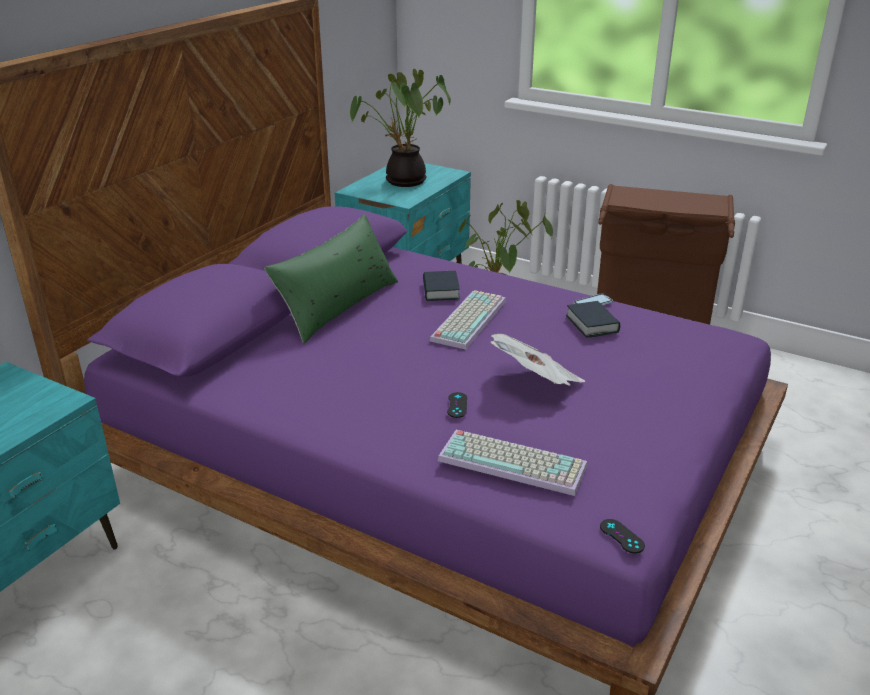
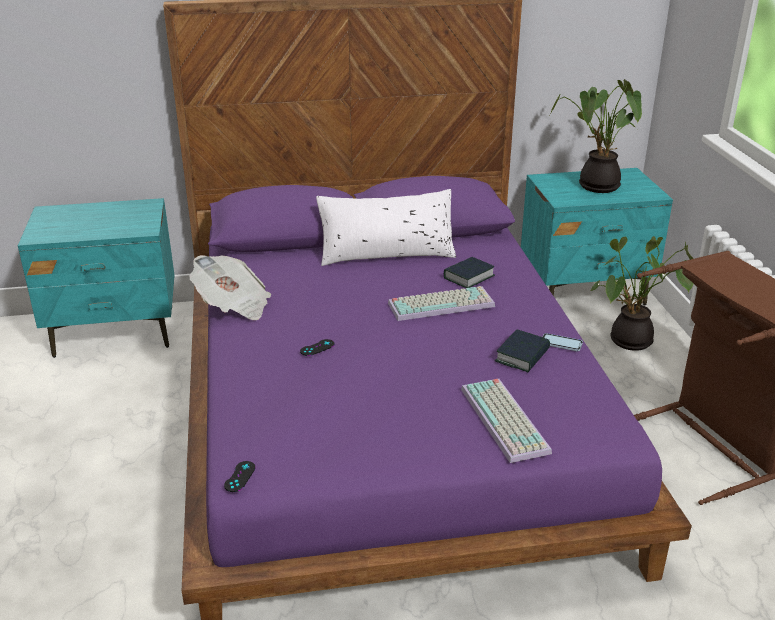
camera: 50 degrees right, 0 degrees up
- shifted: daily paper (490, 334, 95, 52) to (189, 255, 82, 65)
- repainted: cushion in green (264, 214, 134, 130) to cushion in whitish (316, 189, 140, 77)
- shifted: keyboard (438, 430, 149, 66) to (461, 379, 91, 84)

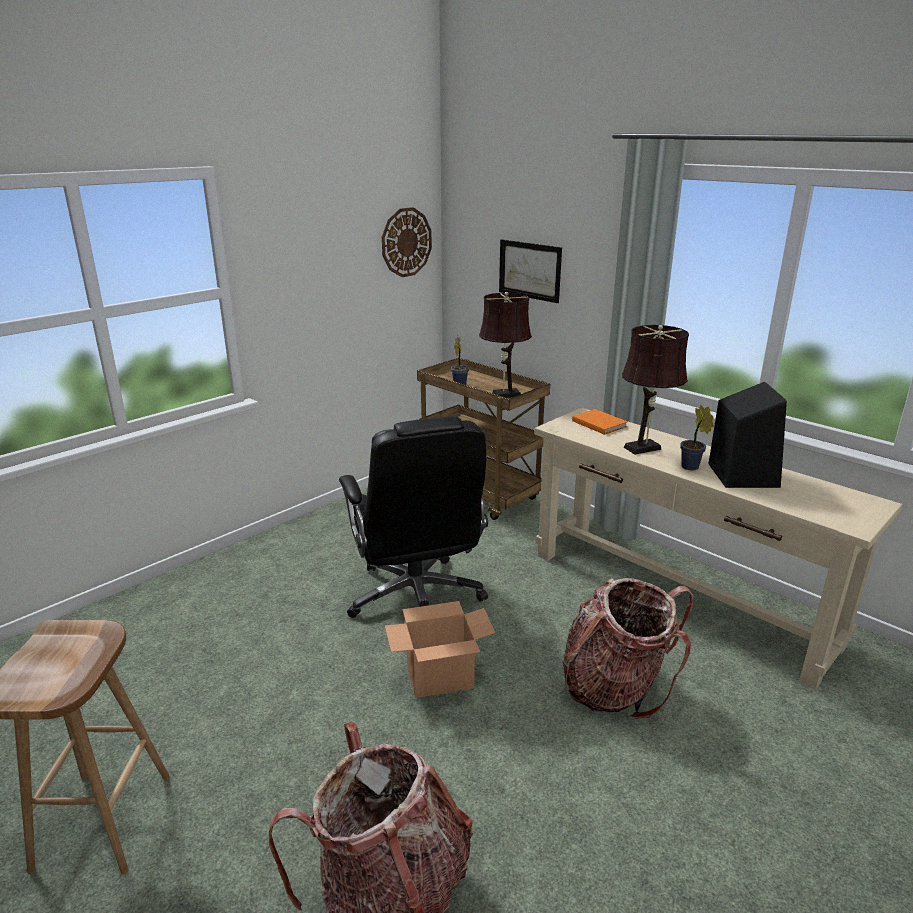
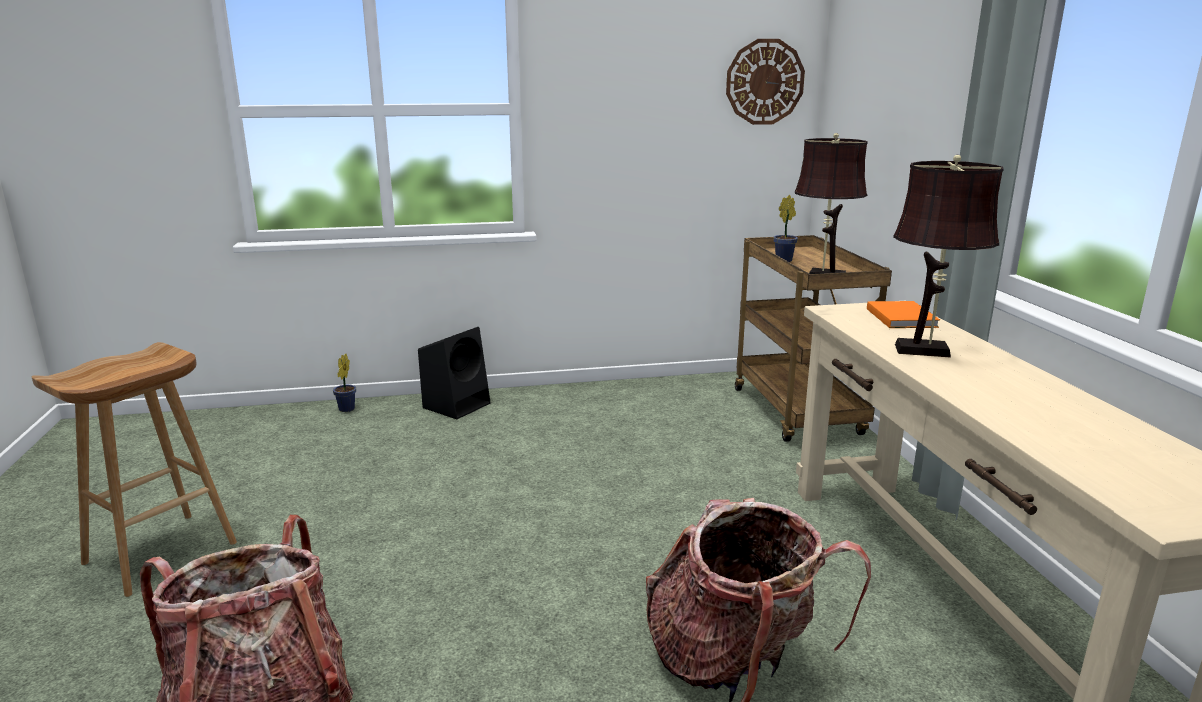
camera: 35 degrees right, 5 degrees down
- shifted: plant in a pot (680, 406, 34, 64) to (333, 354, 23, 58)
- shifted: speaker in black (708, 382, 79, 106) to (418, 327, 73, 92)
- gone: desk chair in black (339, 416, 149, 202)
- gone: carton (385, 601, 110, 97)
- gone: picture (499, 239, 63, 64)

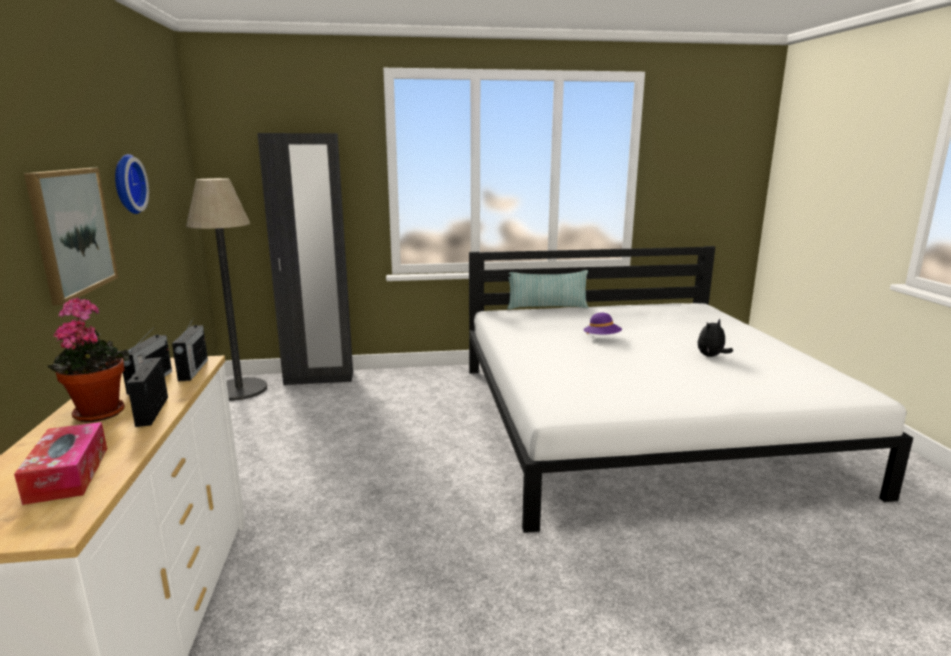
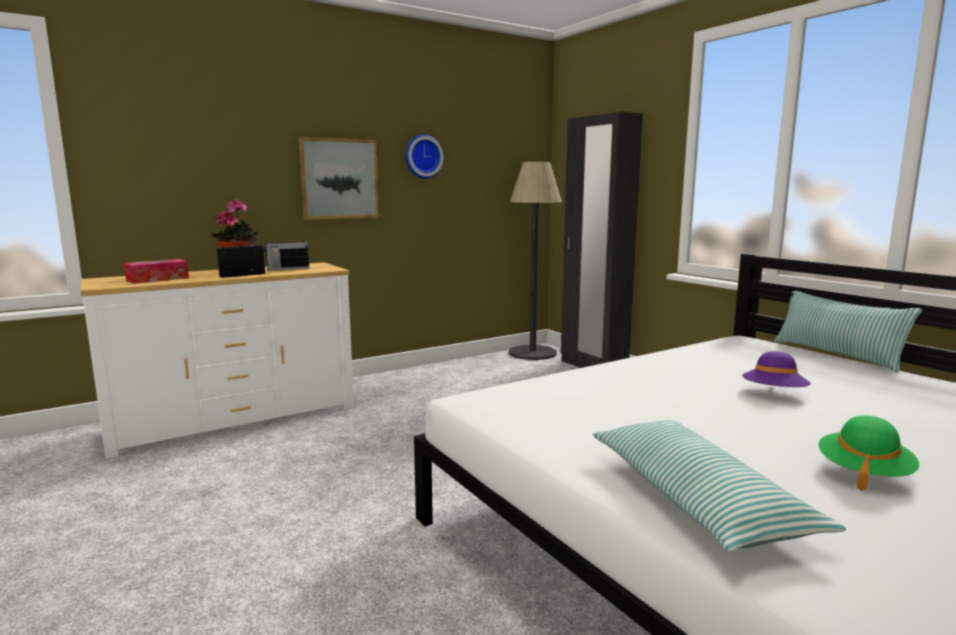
camera: 65 degrees right, 5 degrees down
- new: cushion (593, 420, 253, 132)
- swapped: cuddly toy (698, 319, 35, 38) to wearable hat in green (818, 415, 101, 76)
- gone: radio set (172, 317, 36, 64)

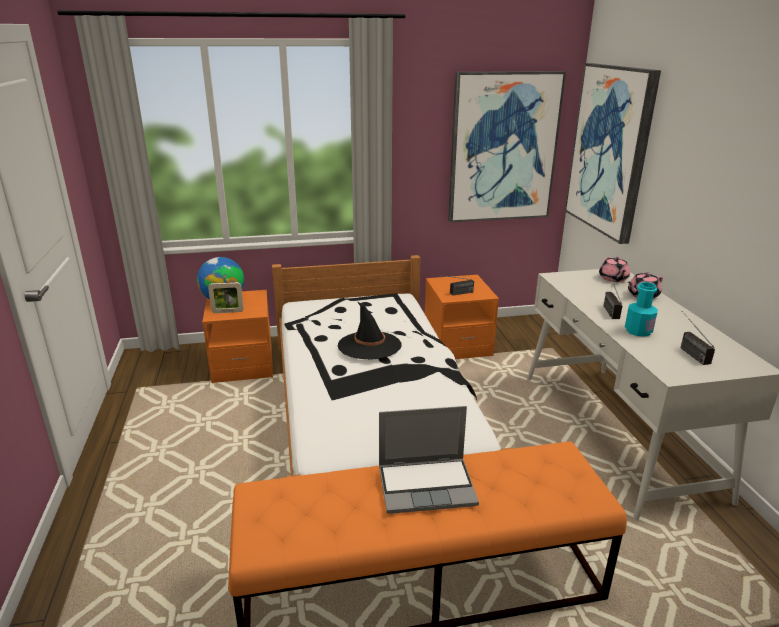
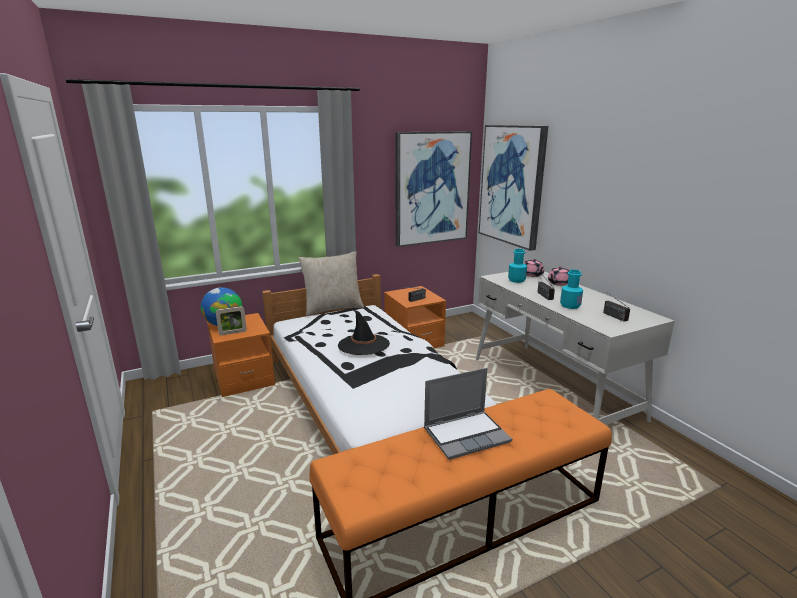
camera: 15 degrees left, 5 degrees down
- new: cushion in beige-coloured (299, 252, 65, 64)
- new: beverage bottle in turquoise-coloured (508, 249, 19, 34)

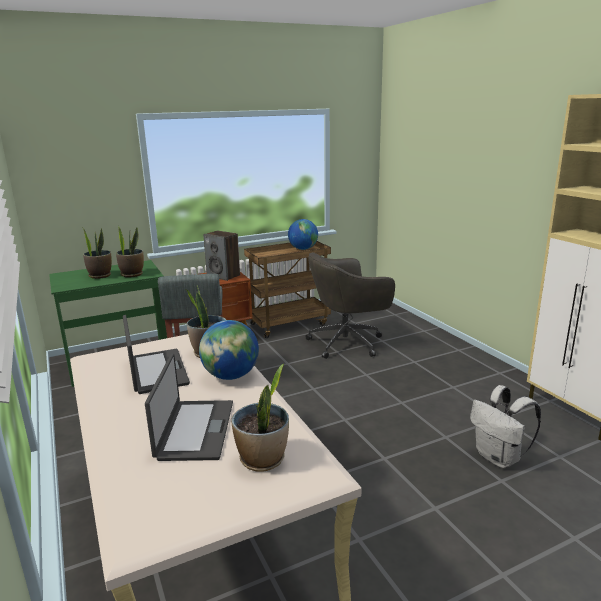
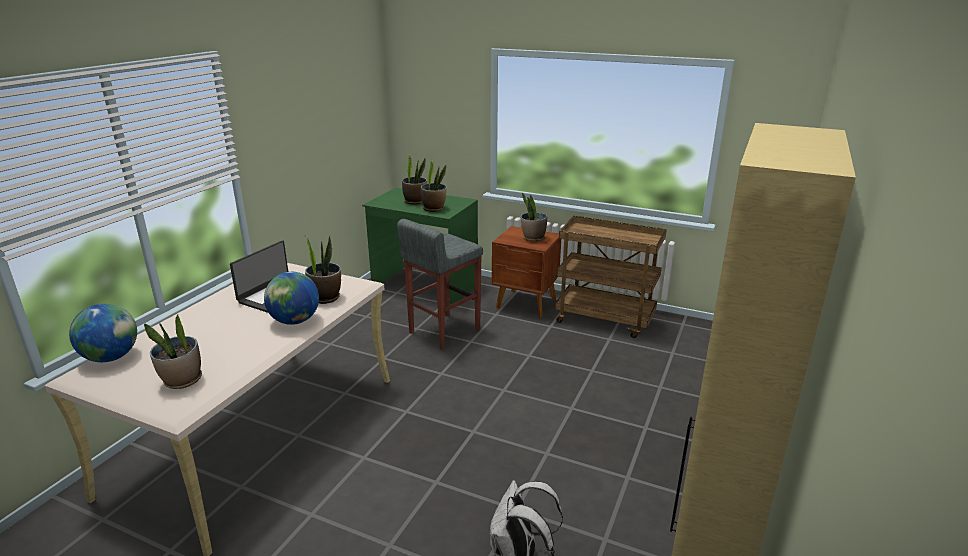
camera: 50 degrees right, 5 degrees up
- shifted: world globe (288, 219, 30, 31) to (69, 303, 68, 59)
- swapped: speaker (203, 231, 37, 50) to plant in a pot (521, 193, 26, 49)
- gone: laptop (145, 353, 88, 108)
- gone: desk chair in greyish (305, 252, 90, 107)

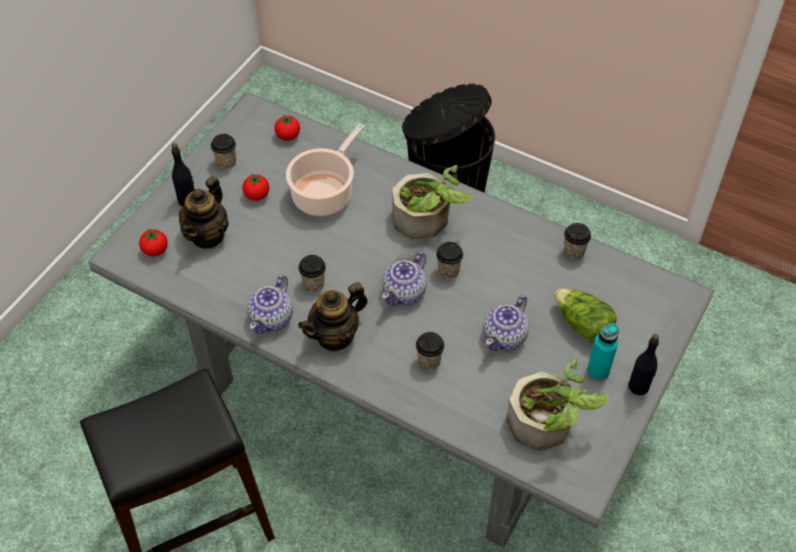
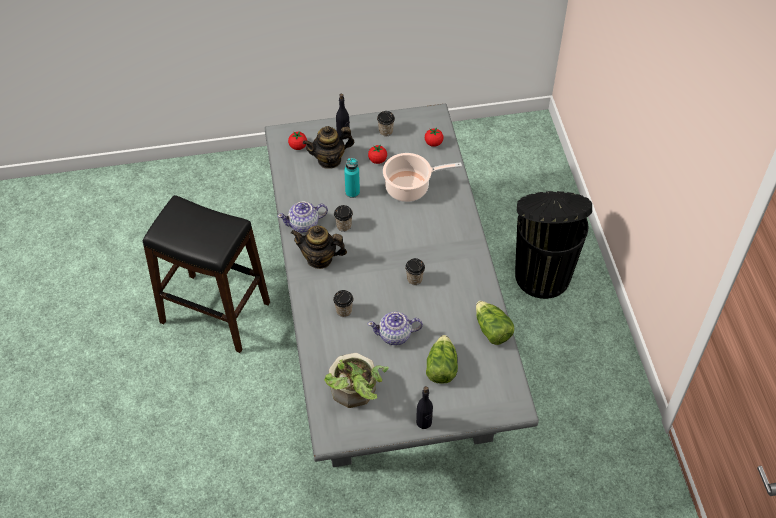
camera: 50 degrees right, 0 degrees up
- shifted: beverage bottle in turquoise-coloured (587, 323, 32, 58) to (344, 158, 16, 40)
- swapped: small cup (564, 223, 27, 37) to lettuce head (476, 301, 38, 44)
- gone: teapot (382, 252, 45, 54)
- gone: plant in a pot (392, 165, 81, 74)

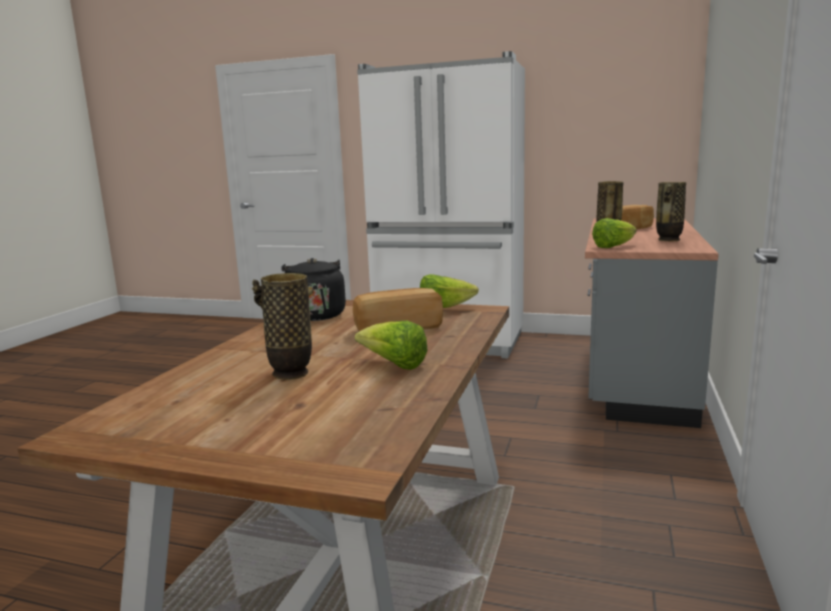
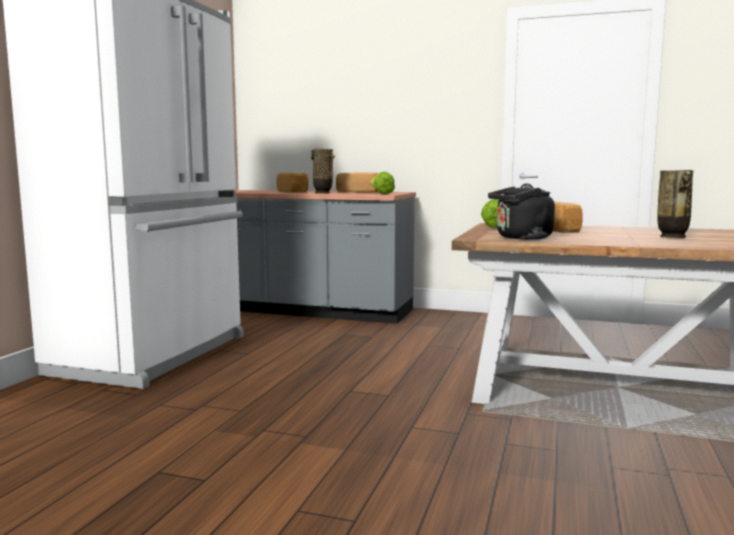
camera: 90 degrees left, 5 degrees down
- swapped: vase (656, 182, 30, 59) to bakery bread (336, 173, 43, 19)
- gone: lettuce head (355, 321, 73, 49)

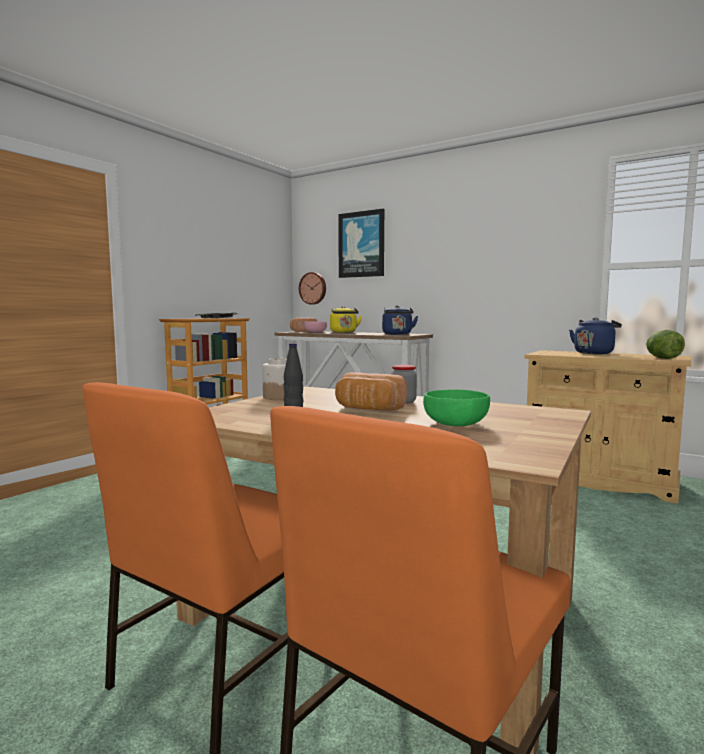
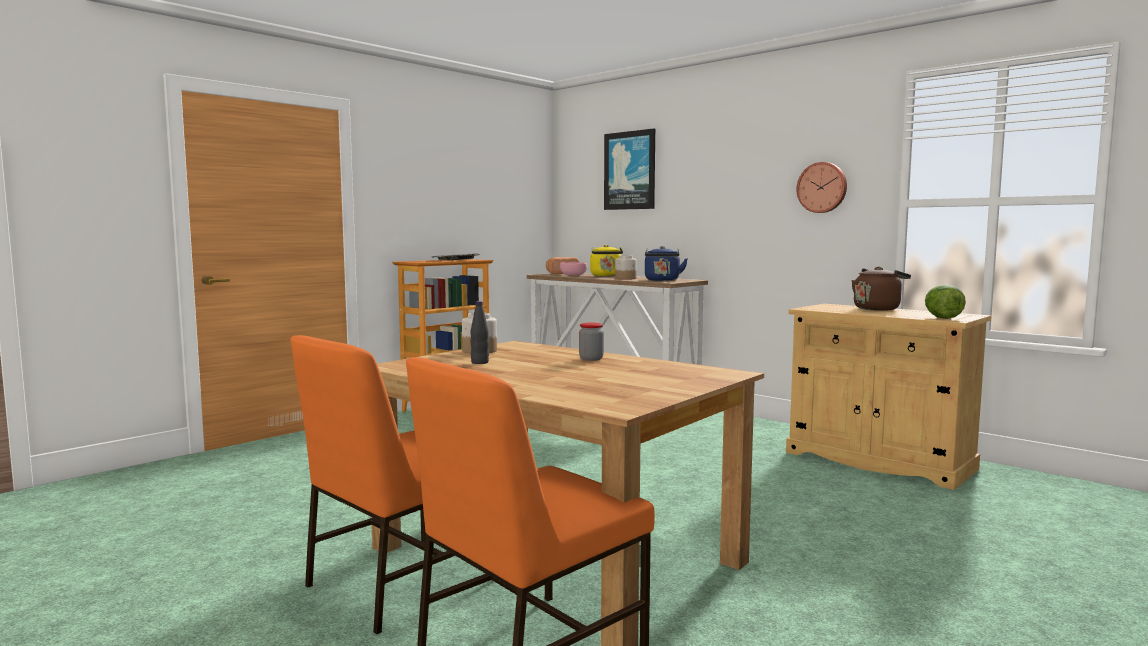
camera: 10 degrees right, 0 degrees up
- new: jar (615, 256, 22, 24)
- shifted: hanging clock (299, 272, 27, 33) to (796, 162, 51, 51)
- repainted: kettle in blue-coloured (569, 317, 53, 37) to kettle in brown (851, 267, 60, 44)
- gone: bakery bread (335, 372, 72, 39)
- gone: bowl in green (423, 389, 67, 37)

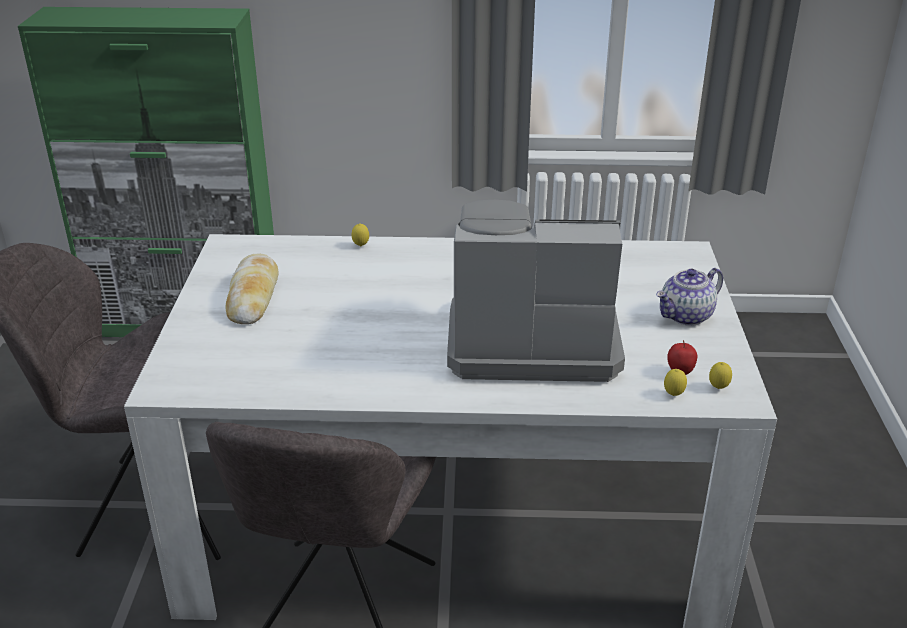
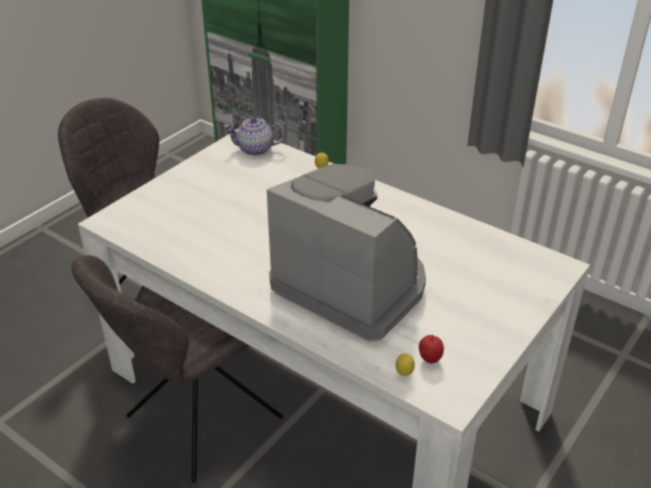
camera: 35 degrees right, 5 degrees up
- shifted: teapot (656, 268, 67, 58) to (223, 117, 62, 39)
- gone: bakery bread (226, 254, 53, 70)
- gone: lemon (709, 362, 23, 27)

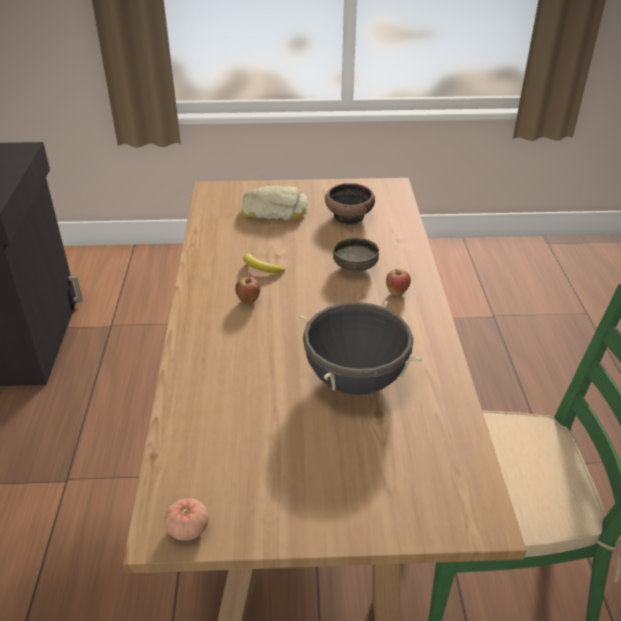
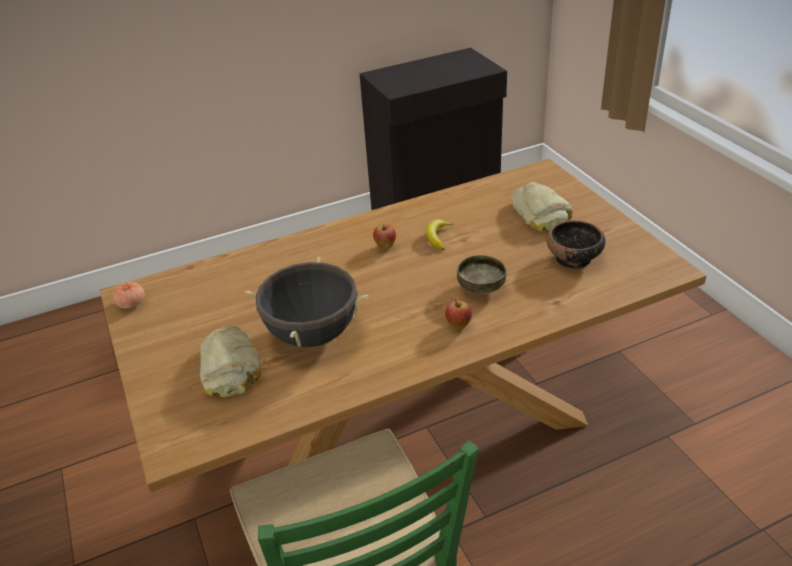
camera: 70 degrees right, 0 degrees up
- new: bakery bread (200, 325, 61, 72)

